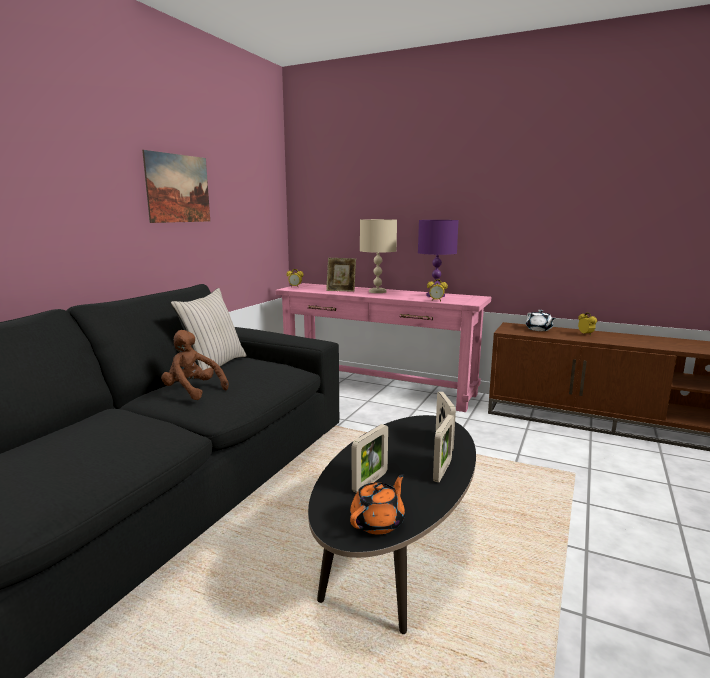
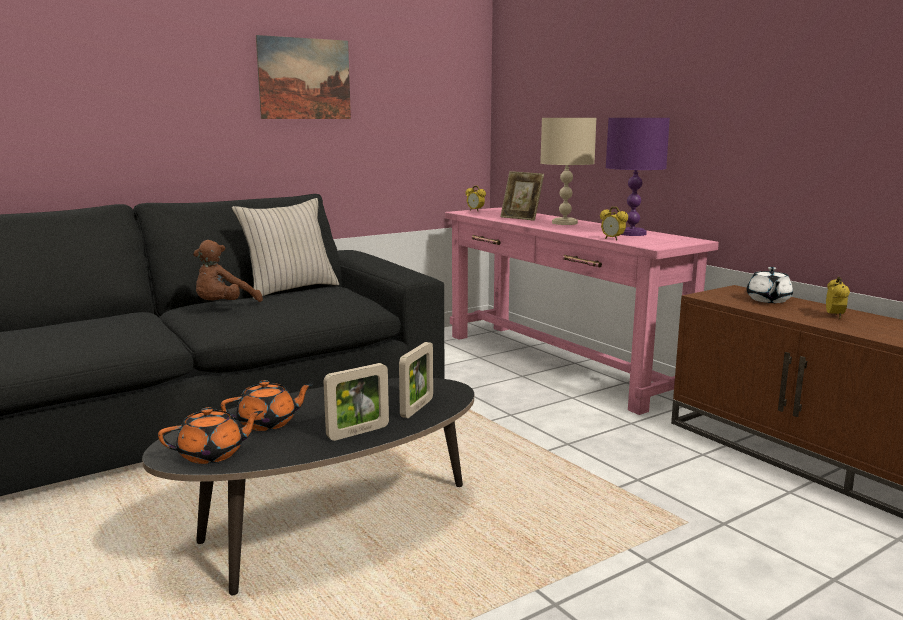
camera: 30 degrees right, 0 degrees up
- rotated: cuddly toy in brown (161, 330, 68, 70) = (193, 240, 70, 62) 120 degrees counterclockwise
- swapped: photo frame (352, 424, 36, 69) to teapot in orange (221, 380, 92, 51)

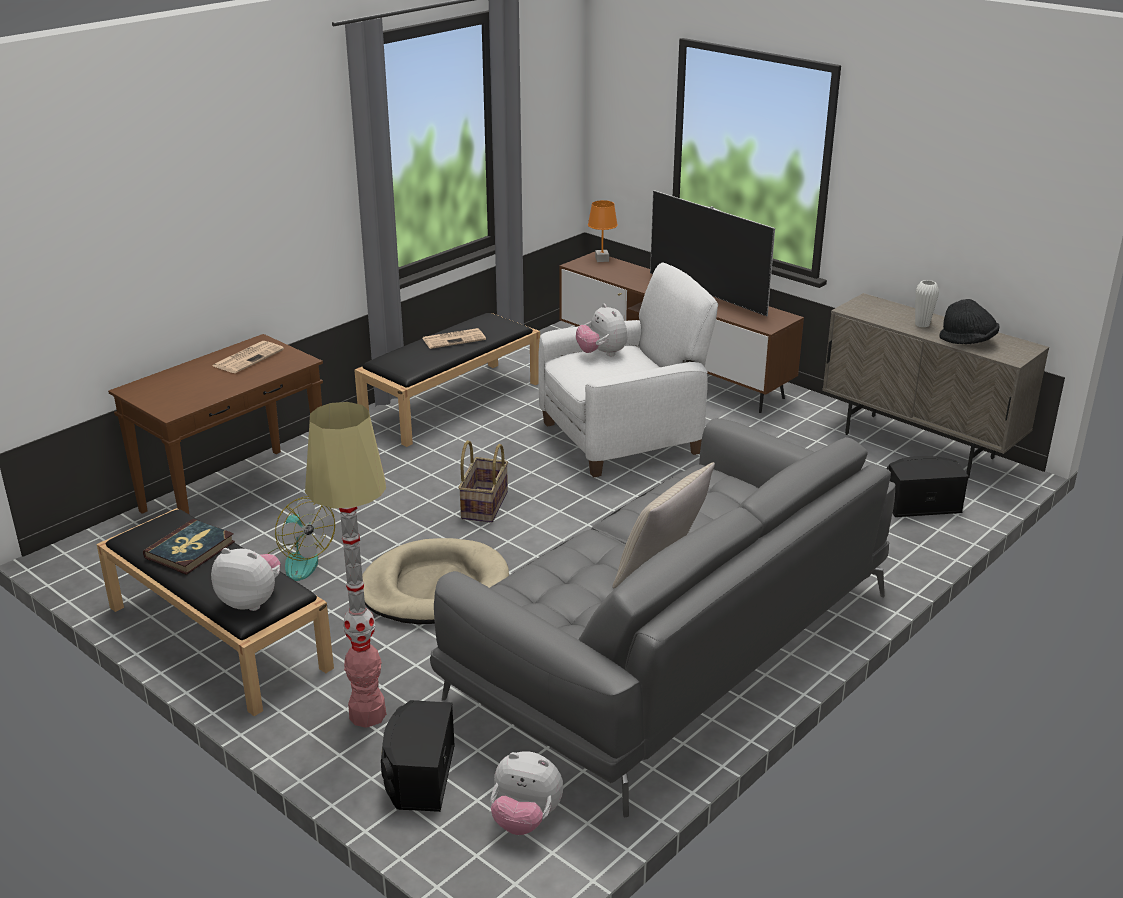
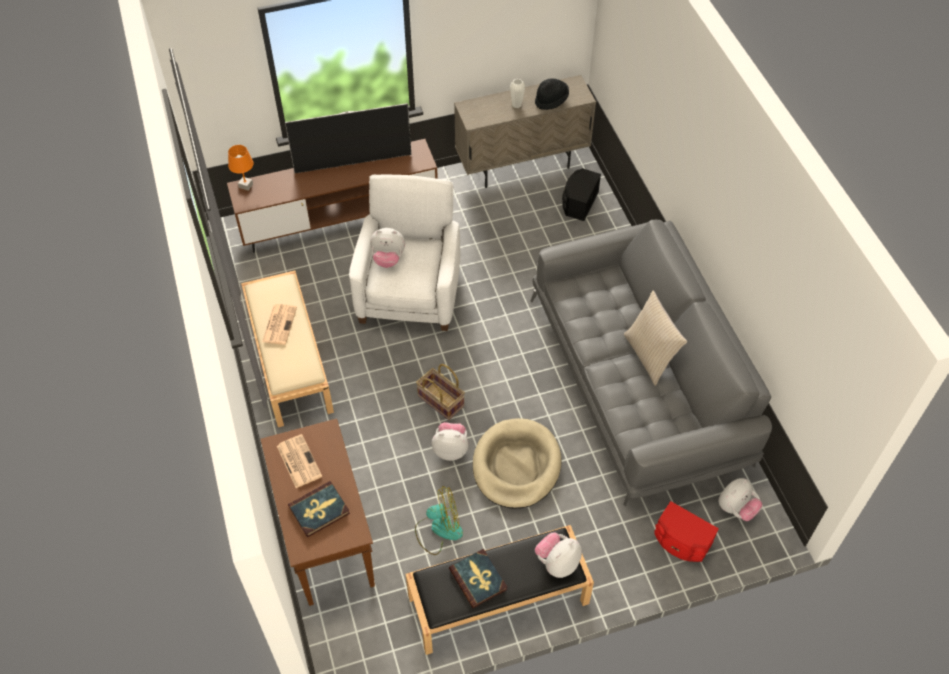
camera: 60 degrees left, 25 degrees up
- repainted: long seat in black (354, 313, 186, 134) to long seat in beige-coloured (241, 270, 93, 157)
- new: volume (288, 481, 62, 56)
- new: cuddly toy (432, 422, 36, 39)
- repainted: speaker in black (381, 700, 74, 112) to speaker in red (654, 501, 65, 61)
- gone: standing lamp (305, 402, 81, 326)

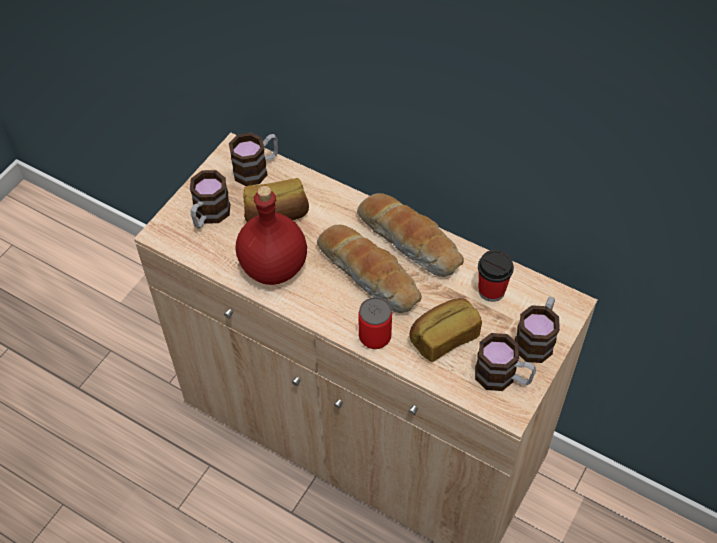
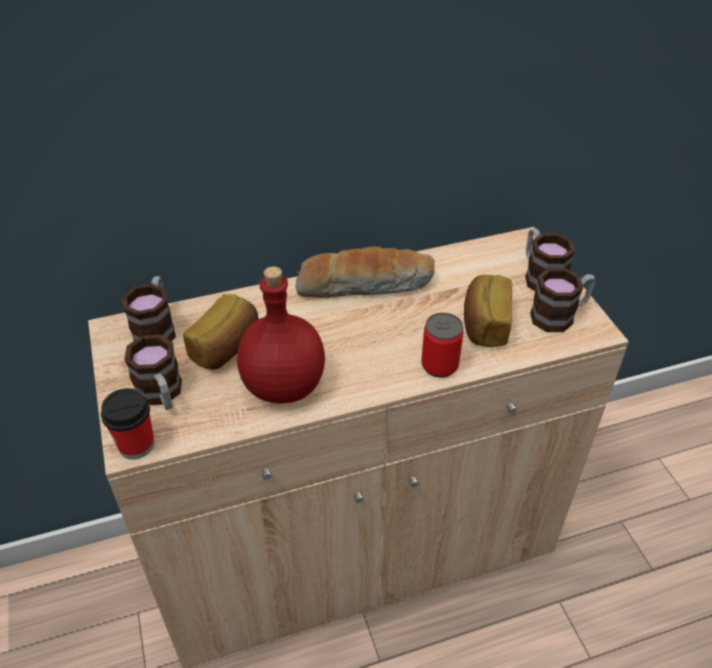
camera: 50 degrees left, 10 degrees down
- shifted: small cup (478, 250, 36, 52) to (101, 388, 53, 71)
- gone: bakery bread (317, 225, 105, 88)

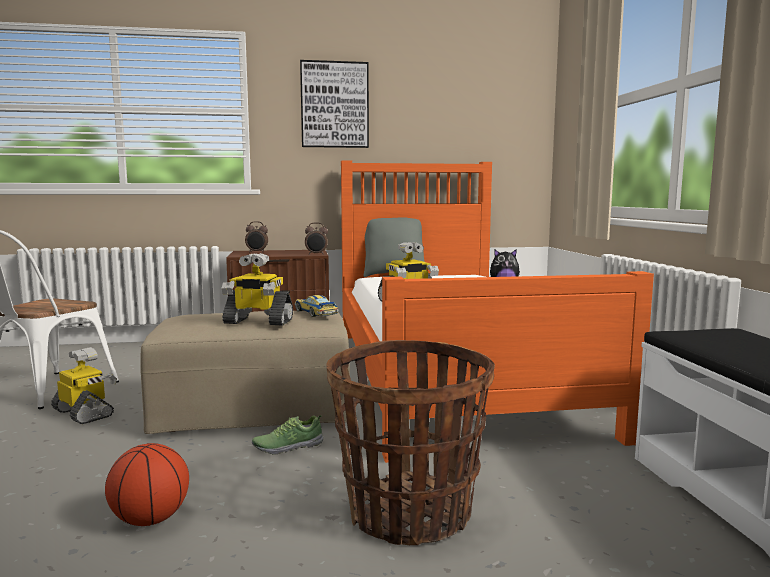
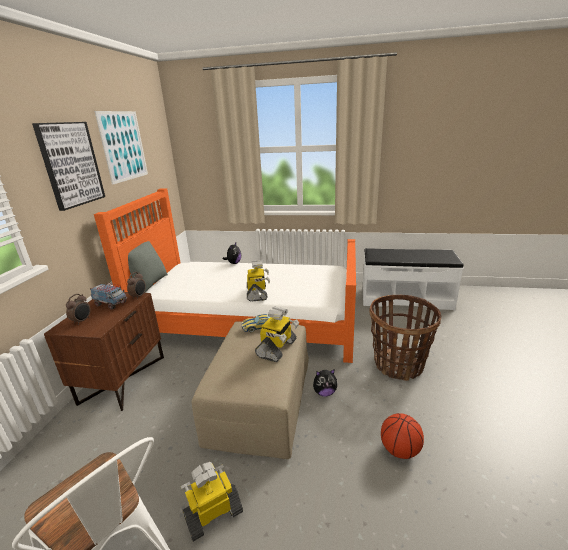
camera: 70 degrees left, 15 degrees up
- new: model truck (90, 283, 37, 27)
- new: picture (94, 111, 54, 74)
- swapped: low shoe (252, 415, 72, 40) to cuddly toy (313, 369, 24, 27)

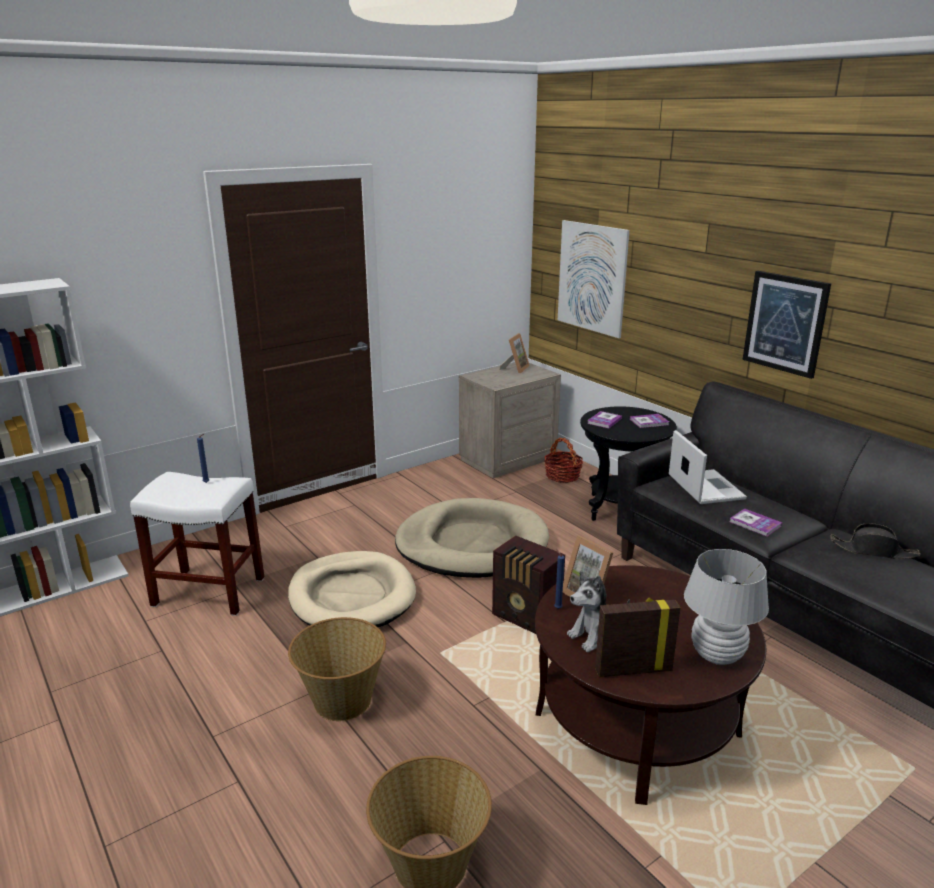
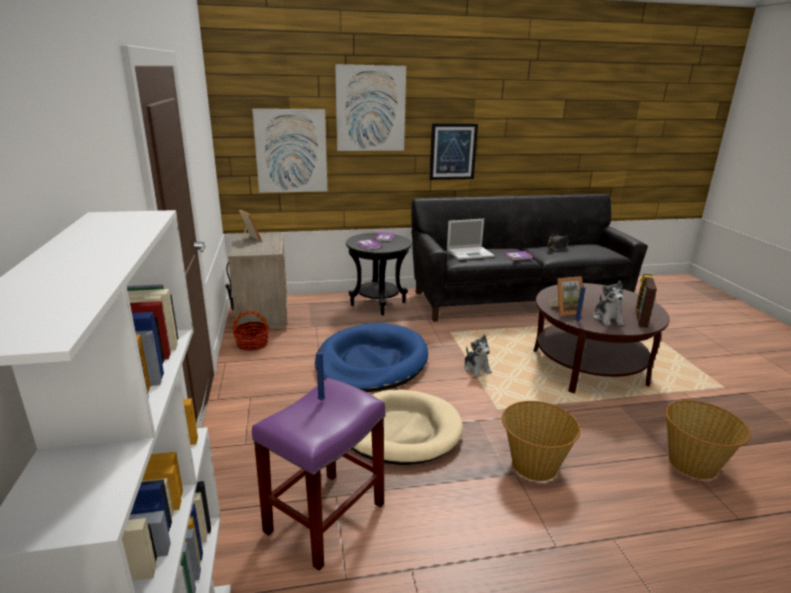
camera: 65 degrees left, 0 degrees up
- shifted: basket (544, 438, 39, 45) to (233, 310, 37, 41)
- repainted: sitting stool in whitish (130, 472, 135, 144) to sitting stool in purple-coloured (252, 378, 133, 193)
- repainted: dog bed in beige-coloured (395, 498, 155, 80) to dog bed in blue-coloured (315, 323, 113, 69)
- new: picture (335, 64, 71, 87)
- rotated: laptop (669, 430, 78, 74) = (447, 219, 48, 41) 150 degrees clockwise
- swapped: radio set (492, 536, 73, 98) to cuddly toy (464, 335, 28, 42)
- gone: lamp for a table in whitish (684, 549, 85, 116)

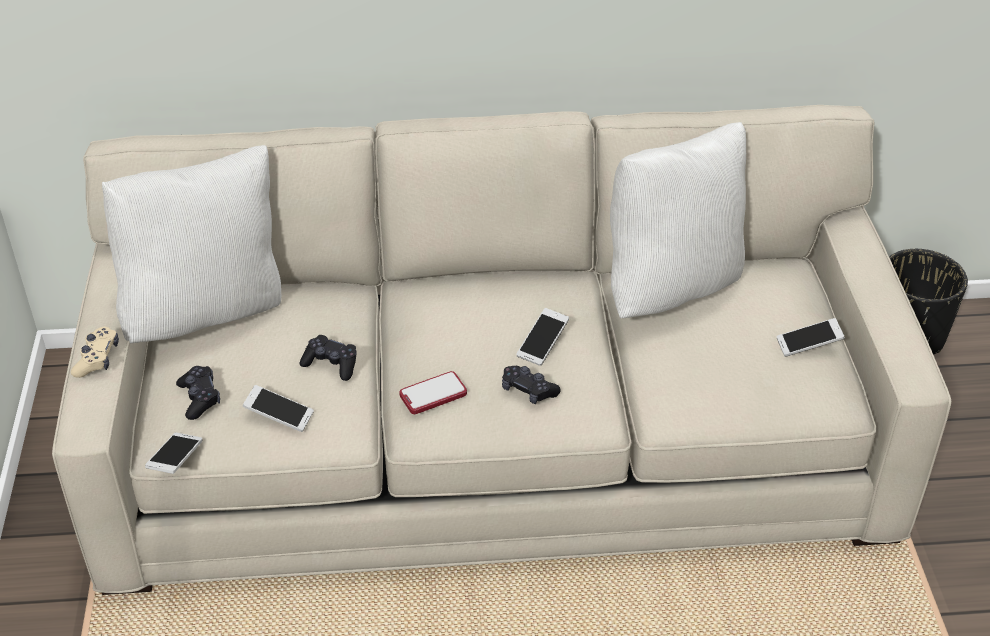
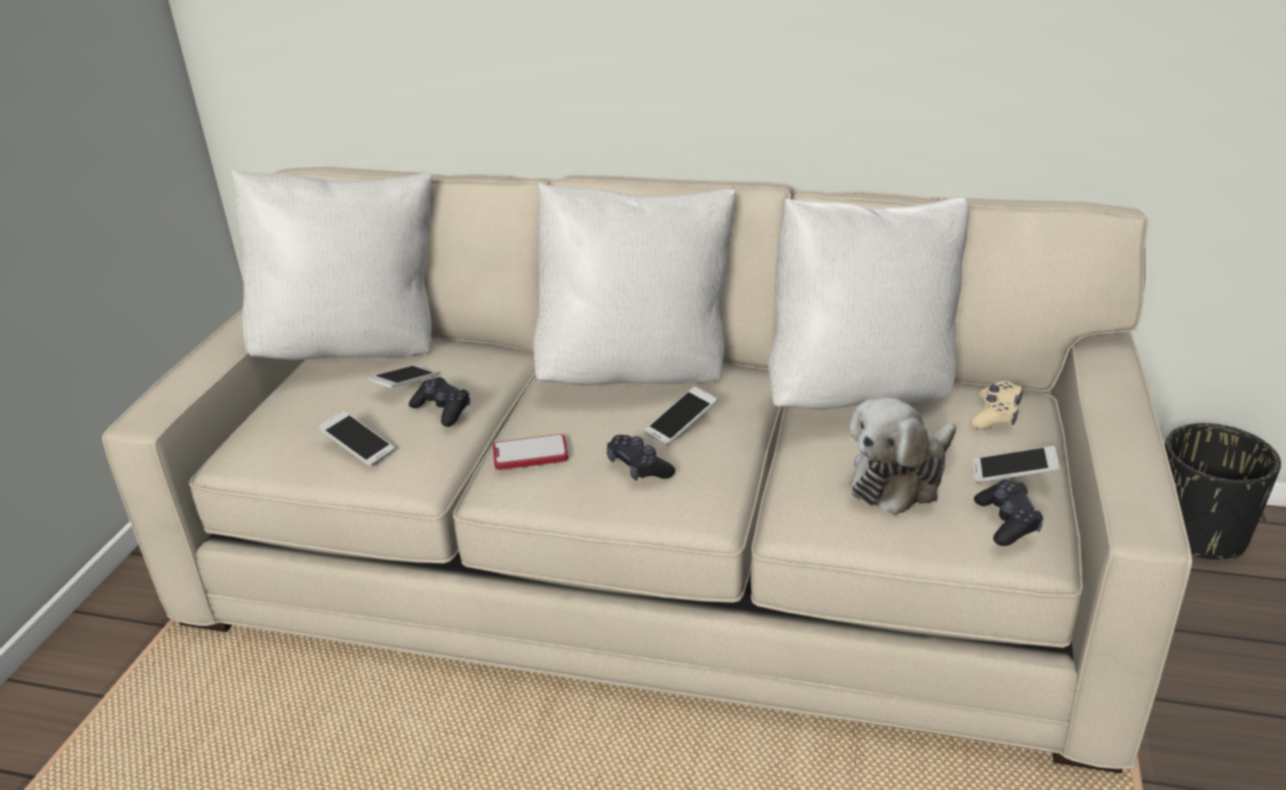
camera: 20 degrees right, 10 degrees down
- shifted: handset (145, 432, 57, 42) to (369, 365, 69, 23)
- new: cushion in whitish (533, 183, 203, 203)
- new: cuddly toy (849, 397, 107, 118)
- shifted: game controller in beige-coloured (71, 327, 48, 51) to (970, 381, 53, 48)
- shifted: game controller in black (176, 366, 44, 54) to (974, 480, 69, 66)

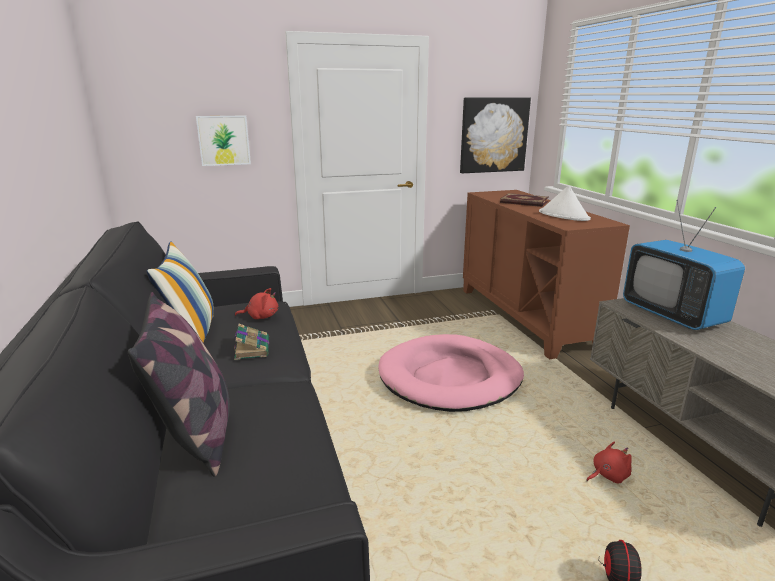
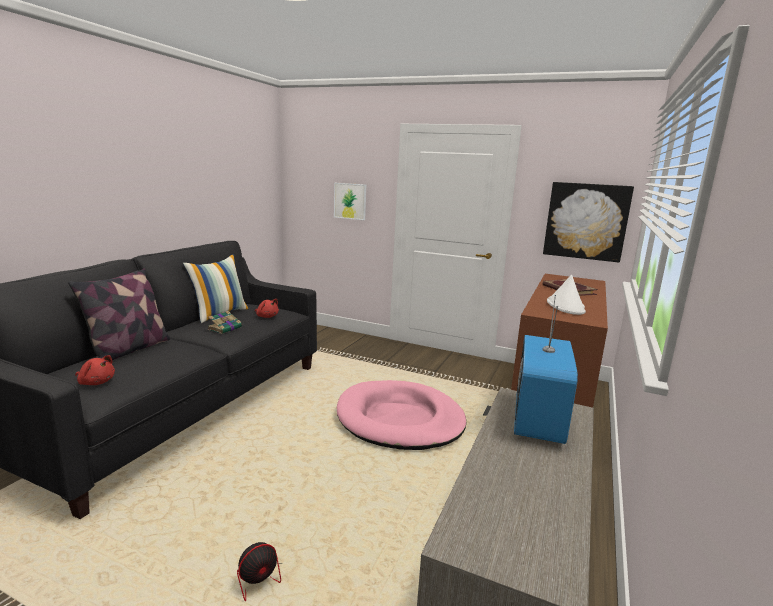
camera: 40 degrees right, 5 degrees down
- shifted: cuddly toy in red (586, 441, 46, 42) to (75, 355, 40, 30)

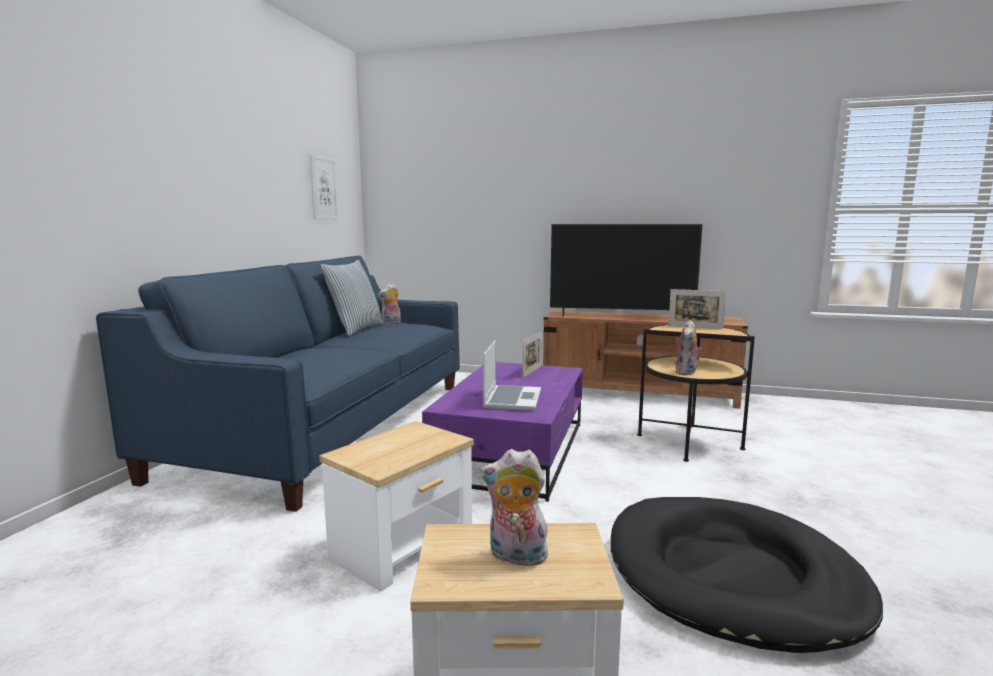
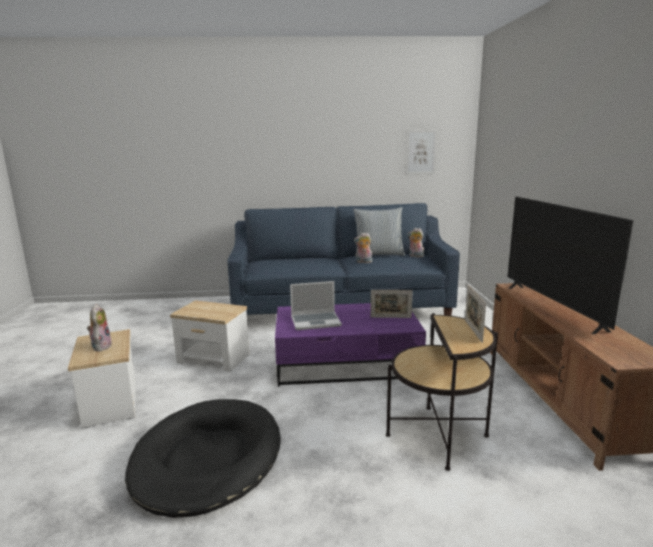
camera: 70 degrees right, 5 degrees up
- shifted: cuddly toy (675, 320, 27, 55) to (354, 233, 19, 30)

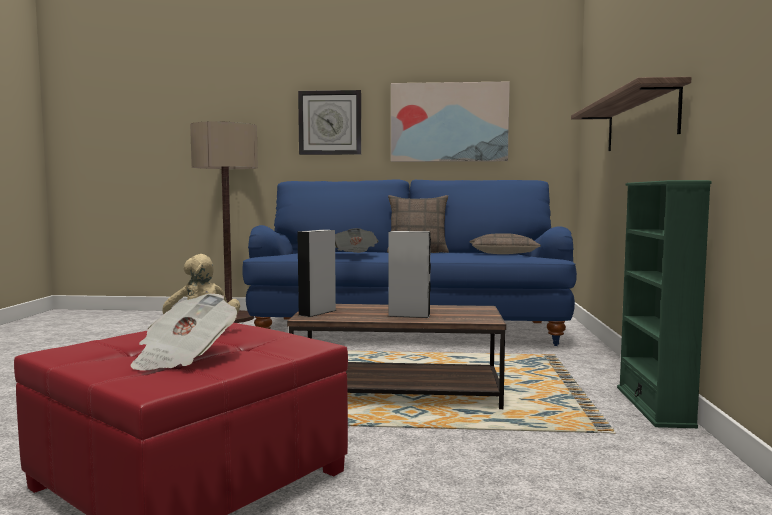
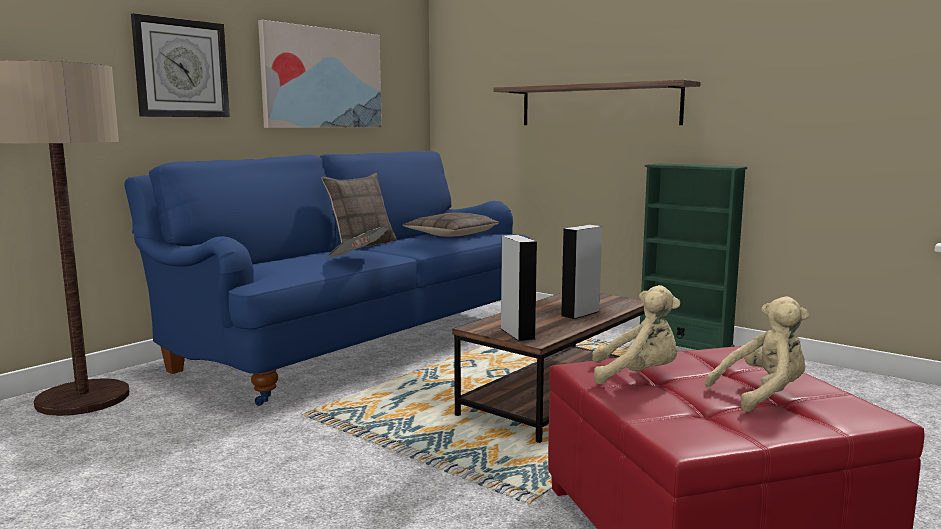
camera: 55 degrees left, 5 degrees up
- swapped: daily paper (130, 293, 107, 78) to cuddly toy in beige-coloured (705, 296, 104, 116)

